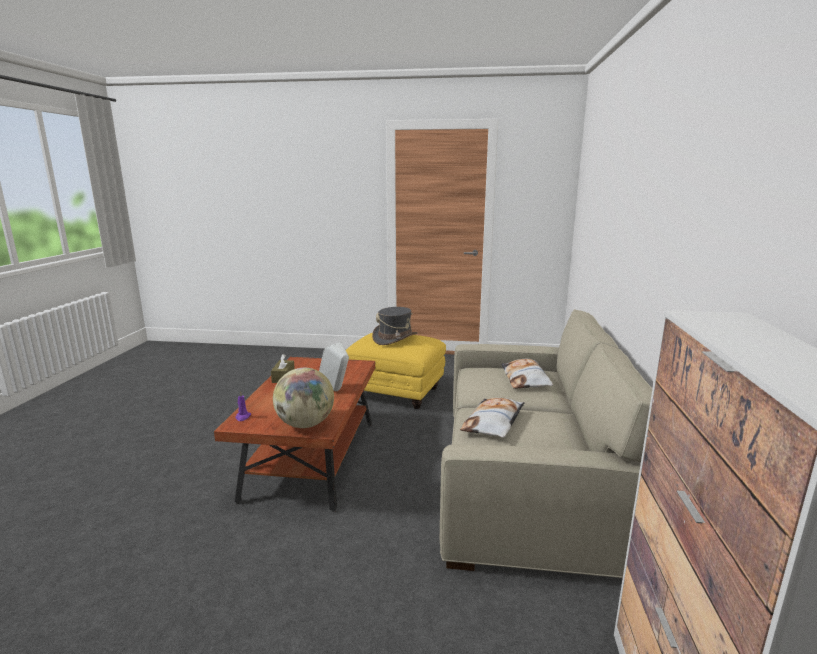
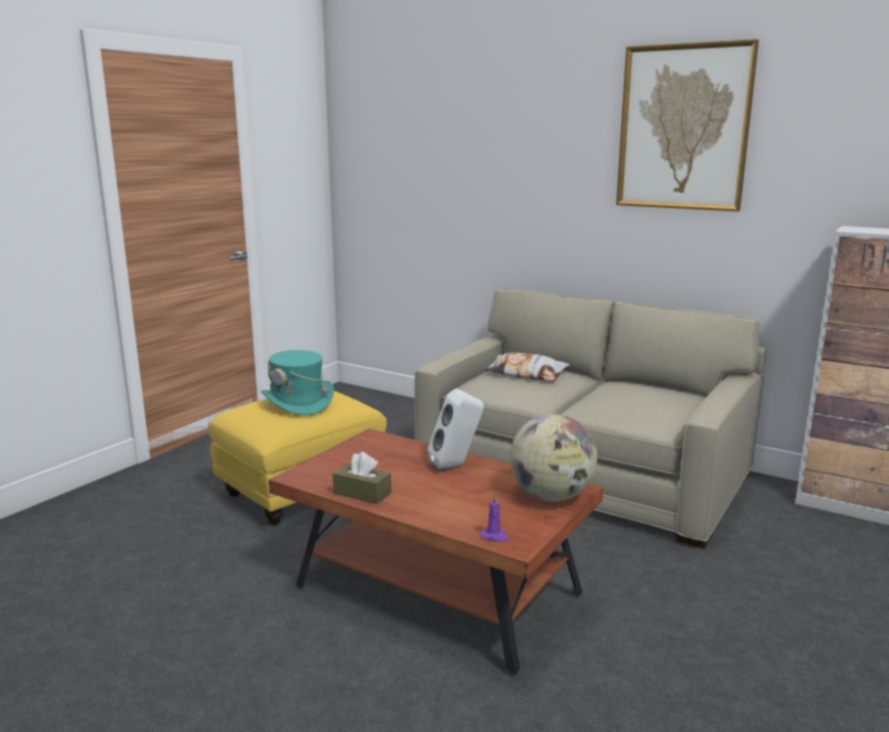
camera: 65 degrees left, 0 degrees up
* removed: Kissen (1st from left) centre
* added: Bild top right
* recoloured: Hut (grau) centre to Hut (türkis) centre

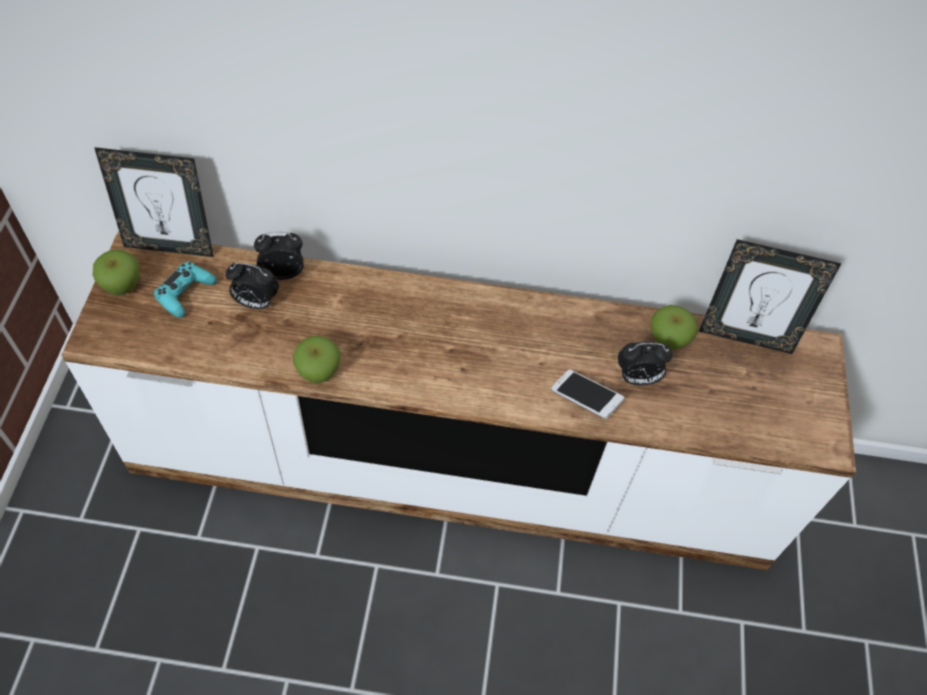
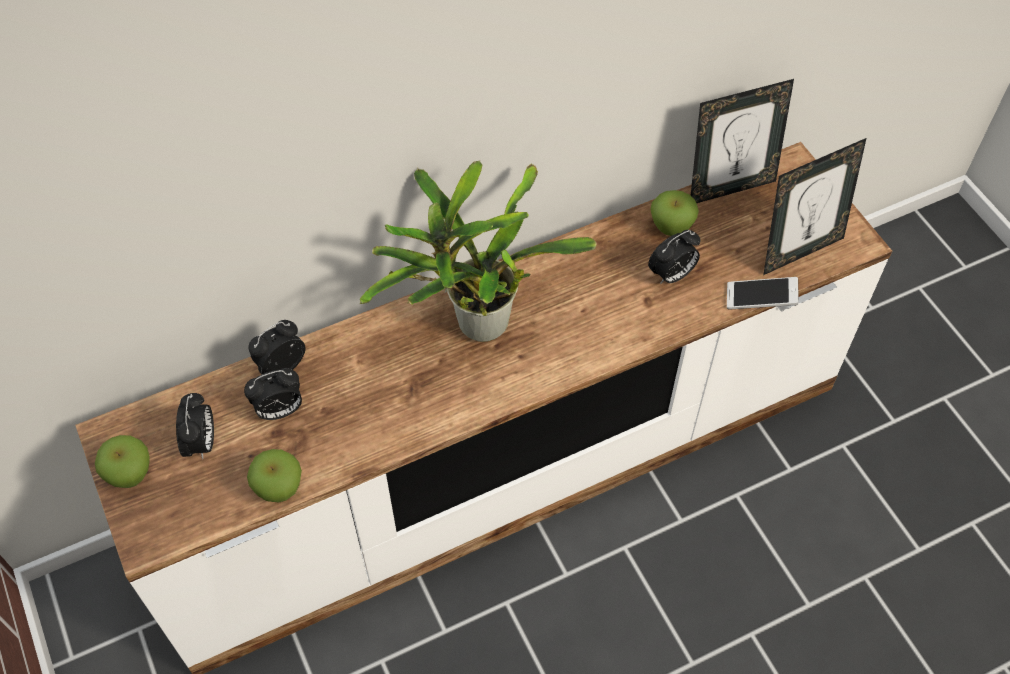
camera: 30 degrees left, 0 degrees up
* added: Topfpflanze centre
* moved: Bilderrahmen (1st from left in the first image) top left to Bilderrahmen (2nd from left) top right
* moved: Apfel (2nd from left) centre to bottom left
* moved: Handy centre to middle right
* replaced: Gamepad (türkis) middle left to Wecker (1st from left) middle left

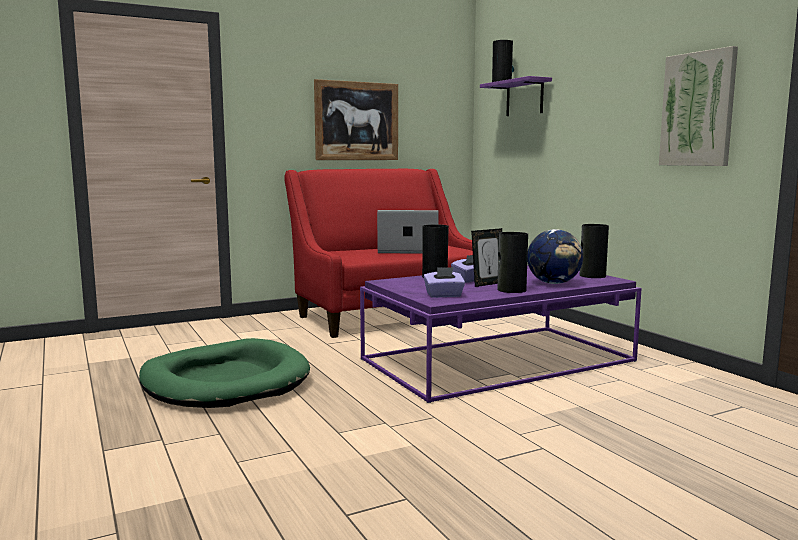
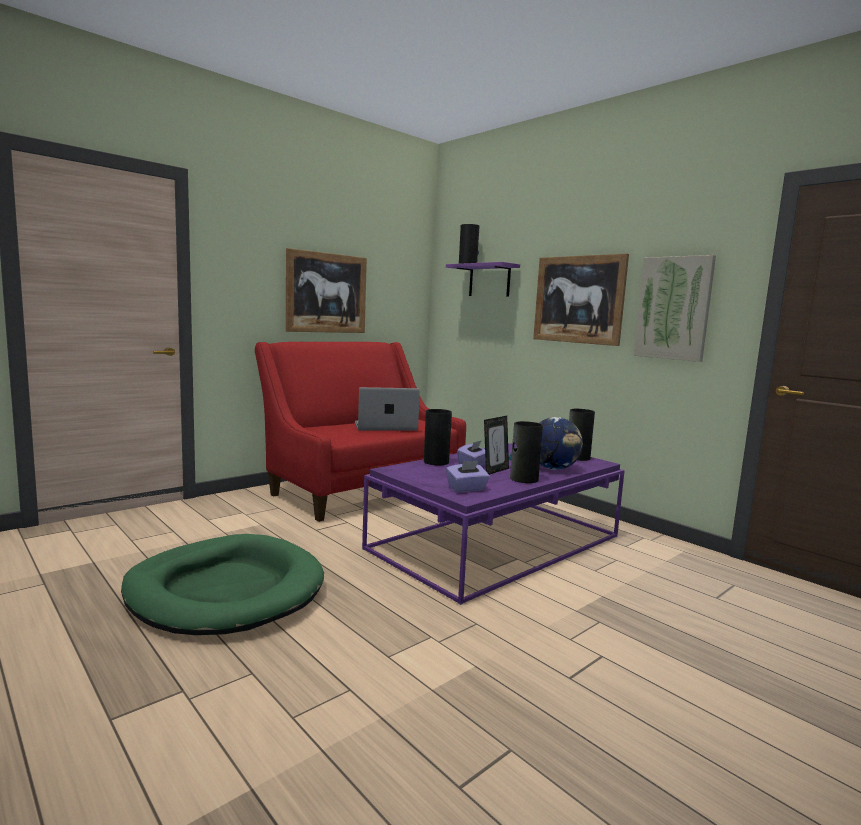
camera: 15 degrees left, 0 degrees up
* added: Bild (2nd from left) middle right

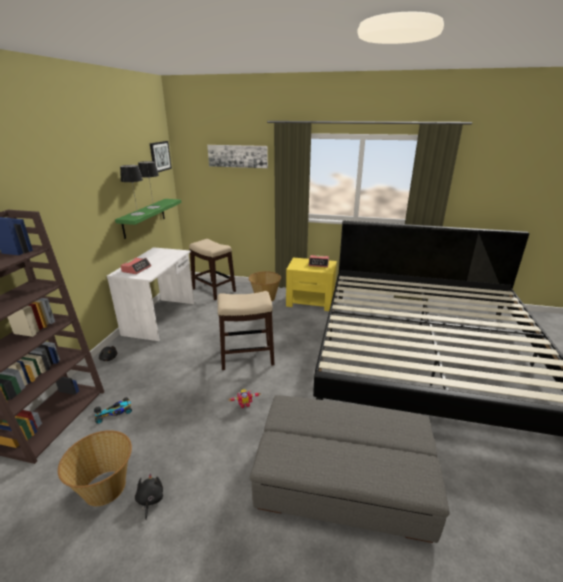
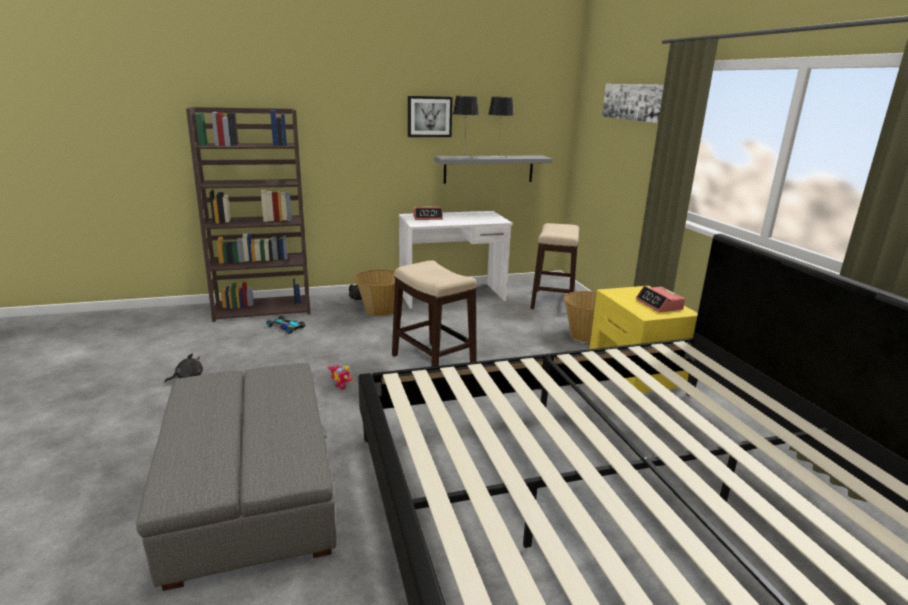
camera: 60 degrees right, 5 degrees down
* moved: Korb (1st from left) bottom left to centre
* moved: Bild (1st from left) top left to top centre
* recoloured: Wandregal (grün) middle left to Wandregal (grau) top centre

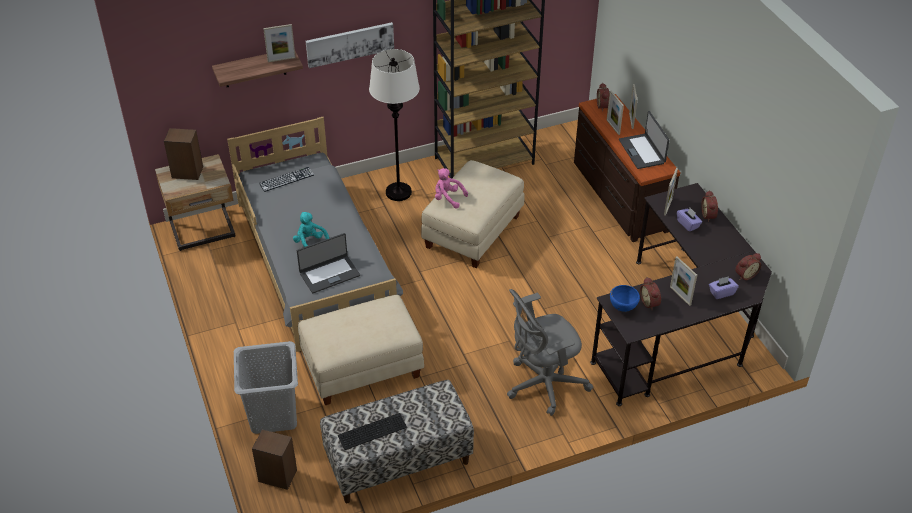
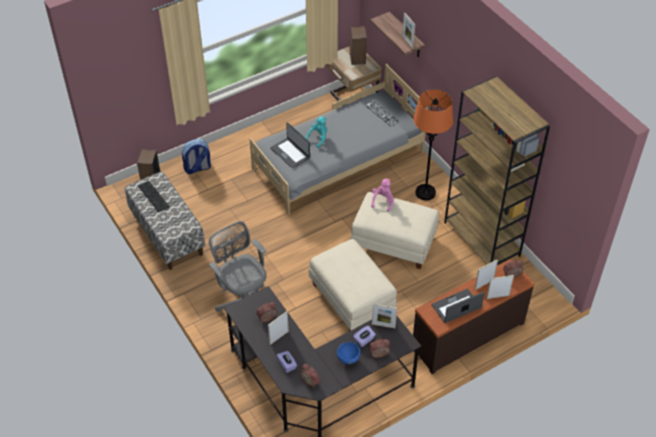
camera: 80 degrees right, 5 degrees up
* removed: Bild top centre
* moved: Polsterhocker (beige) (1st from left) bottom centre to centre
* moved: Schüssel (blau) middle right to bottom centre
* replaced: Wäschekorb (grau) bottom left to Rucksack middle left
* recoloured: Stehlampe (weiß) top centre to Stehlampe (orange) top centre

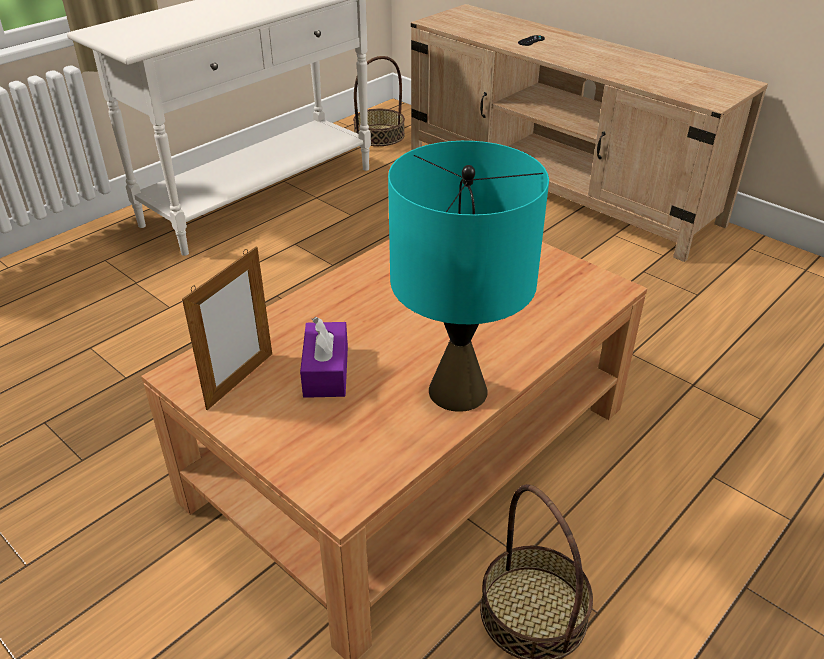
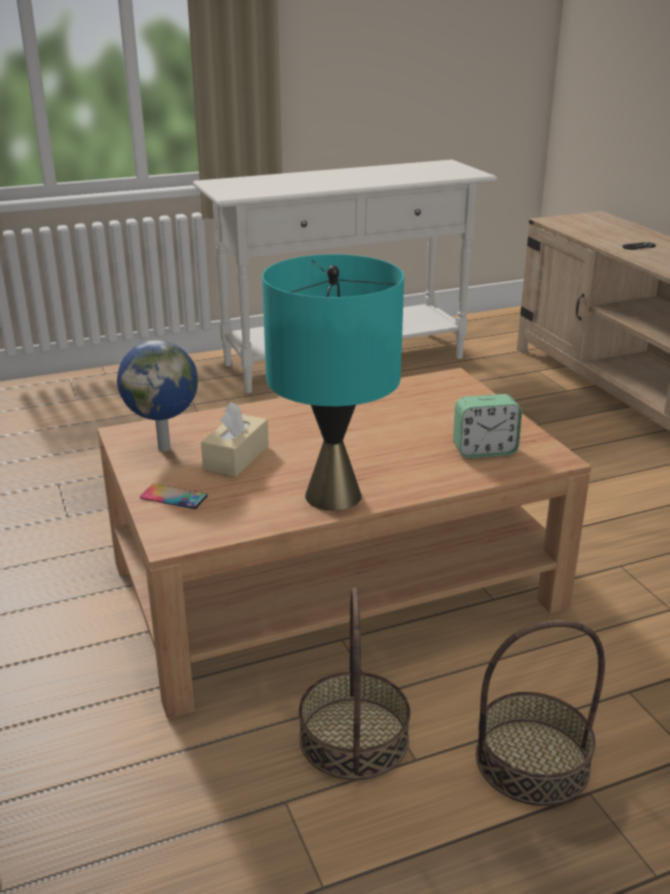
camera: 25 degrees right, 10 degrees down
* added: Handy middle left
* added: Wecker middle right
* moved: Korb (1st from left in the first image) top centre to Korb (2nd from left) bottom right
* replaced: Bilderrahmen middle left to Globus middle left
* recoloured: Taschentuchbox (lila) centre to Taschentuchbox (beige) centre

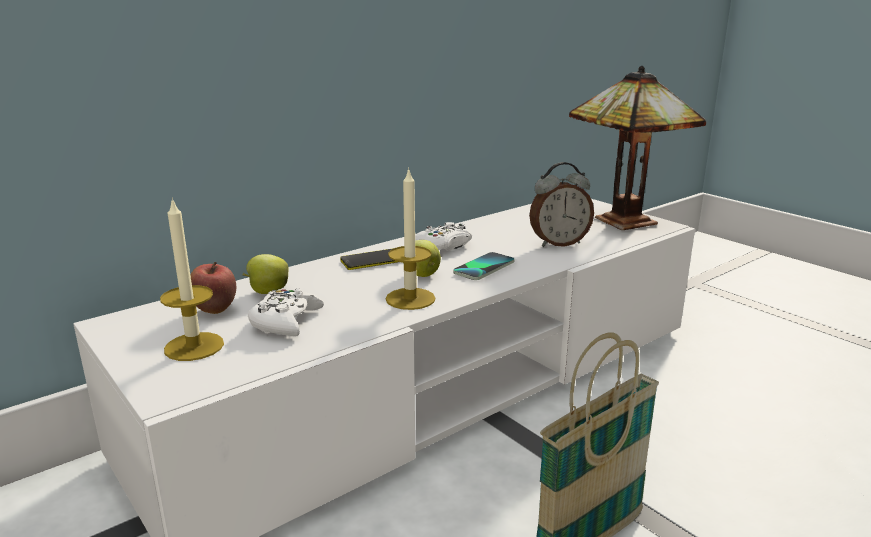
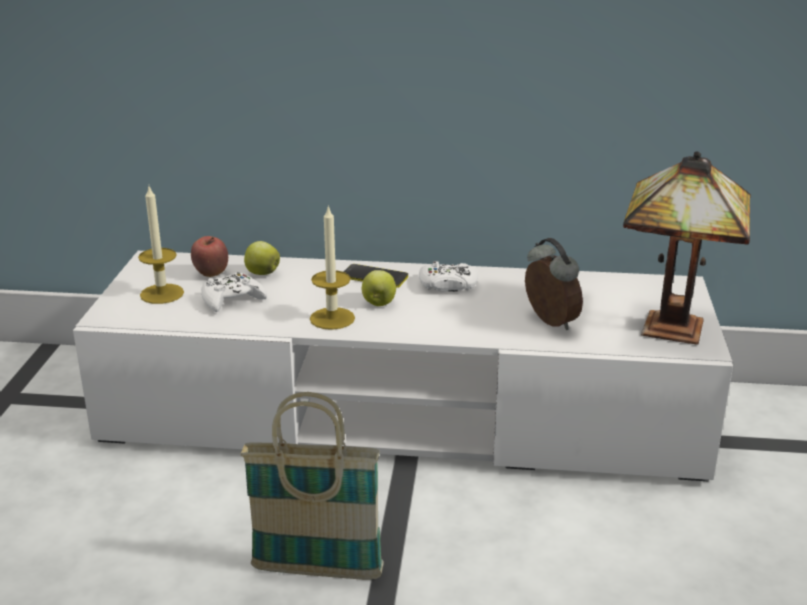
camera: 45 degrees right, 5 degrees up
* removed: Handy (2nd from left) centre
* turned: Wecker centre = middle right 150 degrees counterclockwise

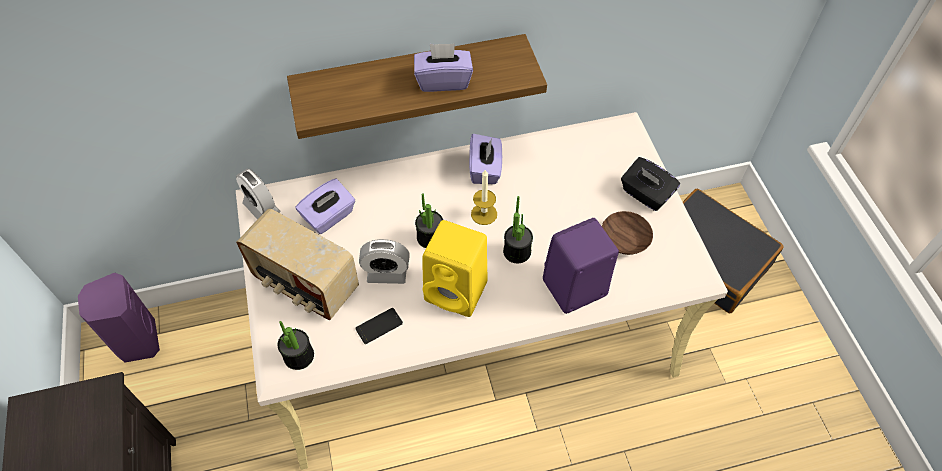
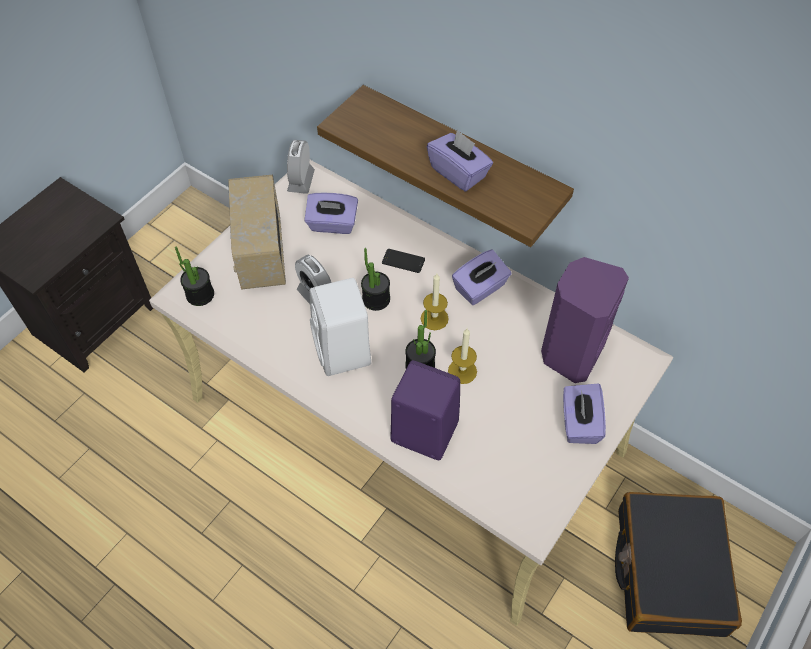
camera: 50 degrees right, 0 degrees up
* removed: Schüssel (braun) centre
* added: Kerze (2nd from left) centre
* moved: Lautsprecher (lila) (1st from left in the first image) bottom left to Lautsprecher (lila) (2nd from left) middle right
* moved: Handy bottom centre to centre
* recoloured: Lautsprecher (gelb) centre to Lautsprecher (weiß) centre
* recoloured: Taschentuchbox (schwarz) middle right to Taschentuchbox (lila) (4th from left) middle right

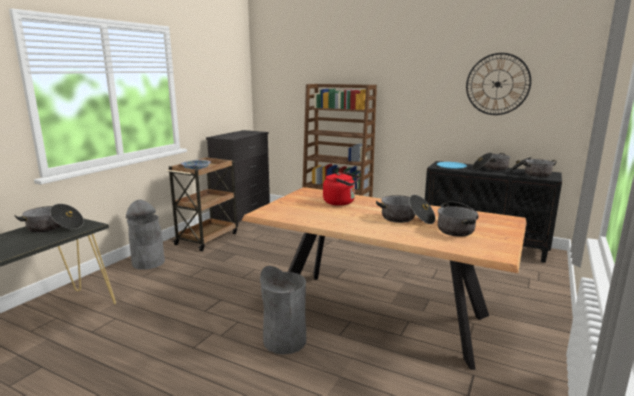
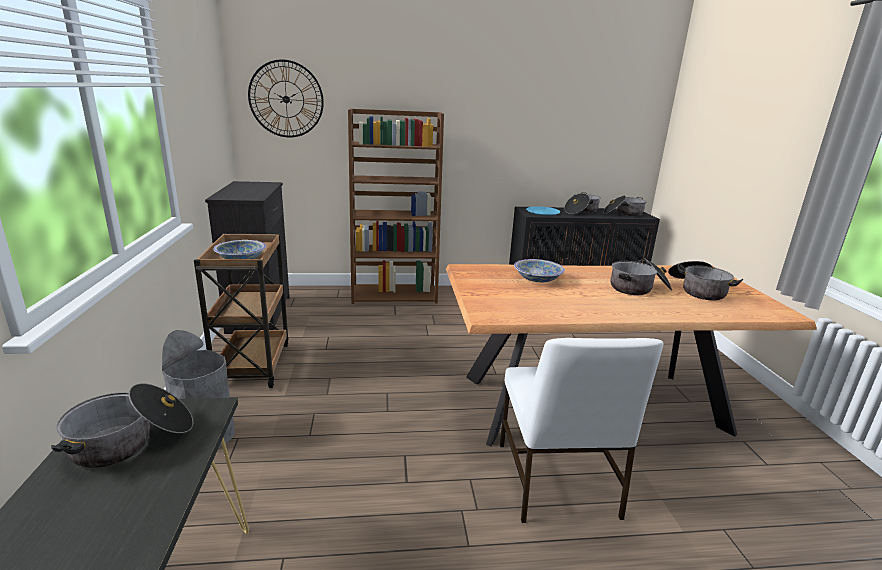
camera: 35 degrees left, 5 degrees up
* moved: Wanduhr top right to top left
* replaced: Mülleimer (grau) (2nd from left) bottom centre to Stuhl (weiß) bottom centre
* replaced: Wasserkessel (rot) centre to Schüssel (2nd from left) centre

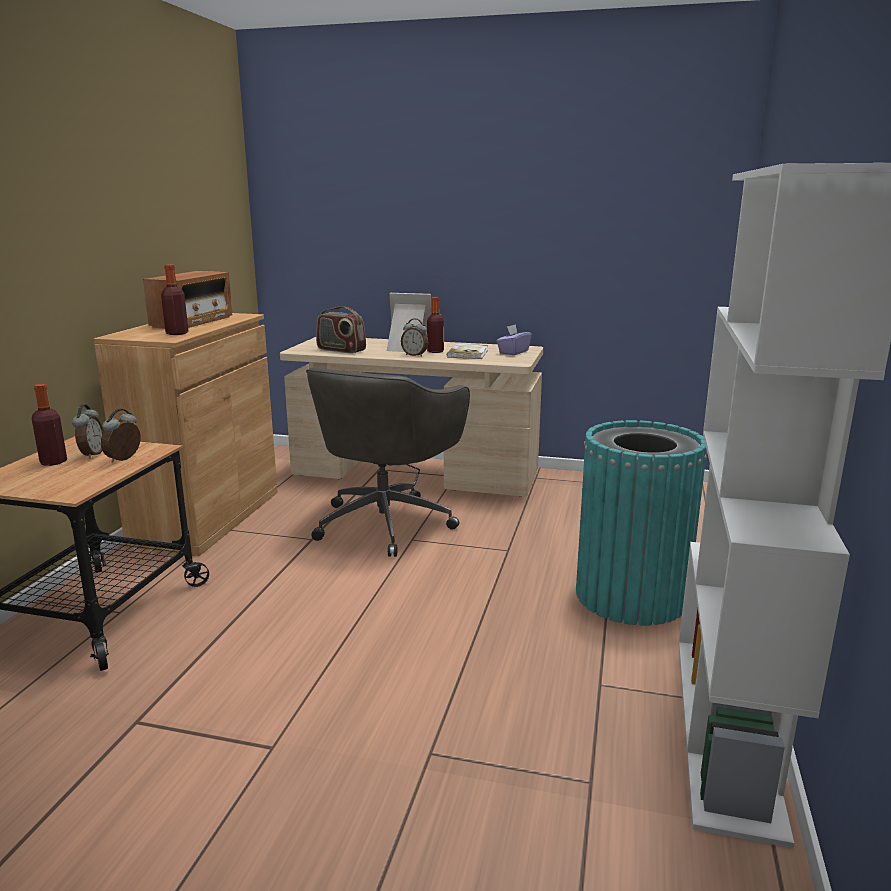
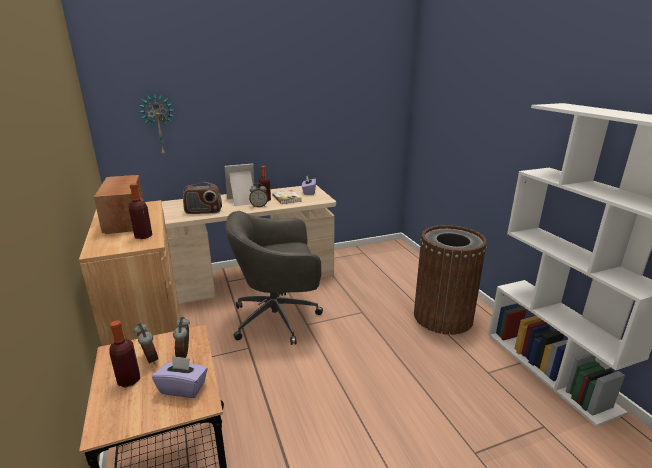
camera: 35 degrees left, 5 degrees up
* added: Wanduhr top left
* added: Taschentuchbox (lila) (1st from left) bottom left
* recoloured: Mülleimer (türkis) middle right to Mülleimer (braun) middle right
* turned: Bürostuhl (grau) centre = centre 90 degrees clockwise

